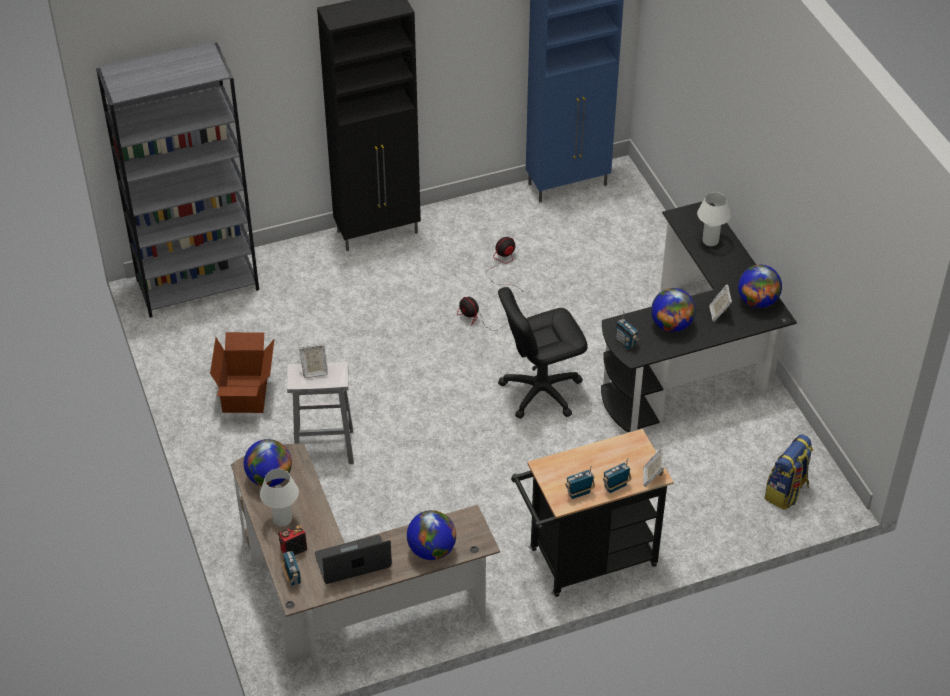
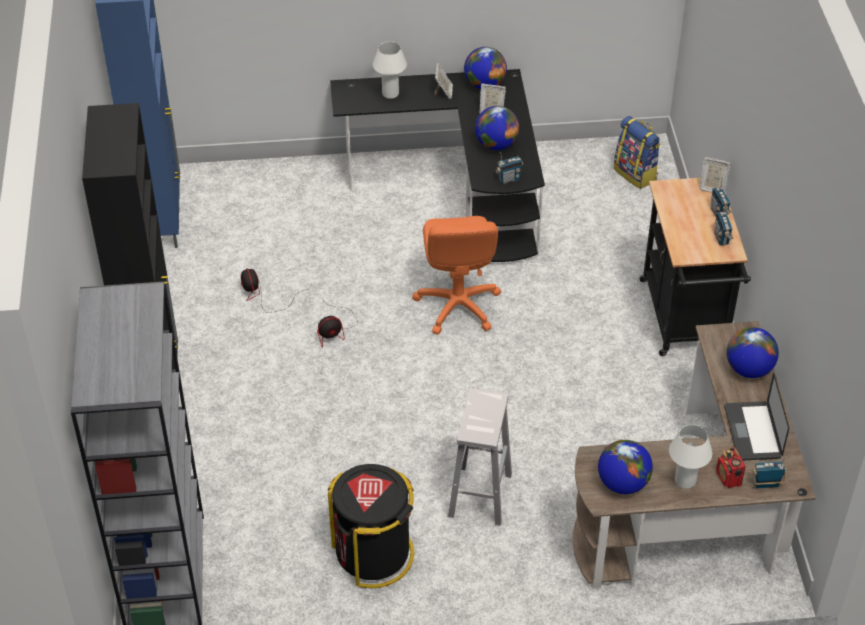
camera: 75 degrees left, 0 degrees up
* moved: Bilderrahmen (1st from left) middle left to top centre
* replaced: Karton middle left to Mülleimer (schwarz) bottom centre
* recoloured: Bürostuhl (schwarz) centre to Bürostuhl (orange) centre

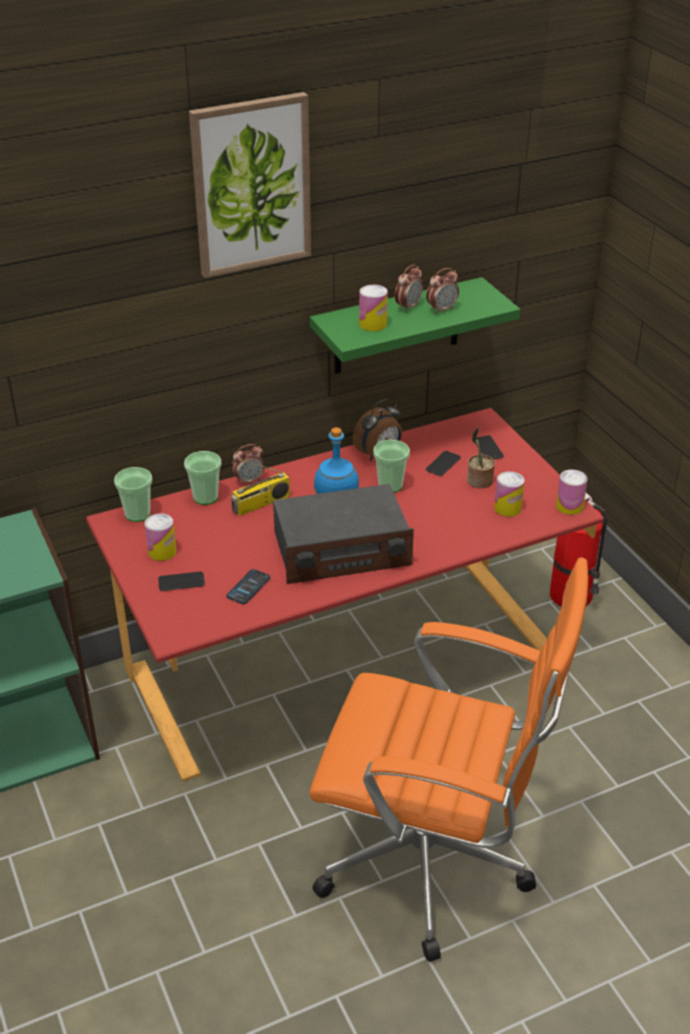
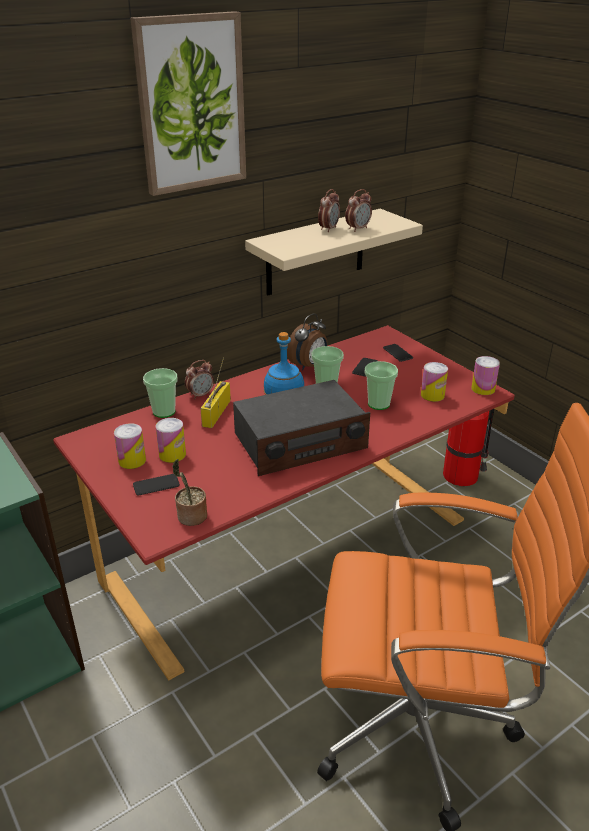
camera: 10 degrees left, 5 degrees down
* removed: Handy (2nd from left) centre
* moved: Tasse (1st from left in the first image) middle left to Tasse (3rd from left) centre
* moved: Dose (2nd from left) top centre to middle left
* moved: Topfpflanze middle right to middle left
* recoloured: Wandregal (grün) top centre to Wandregal (beige) top centre
* turned: Radio (1st from left) centre = centre 150 degrees clockwise

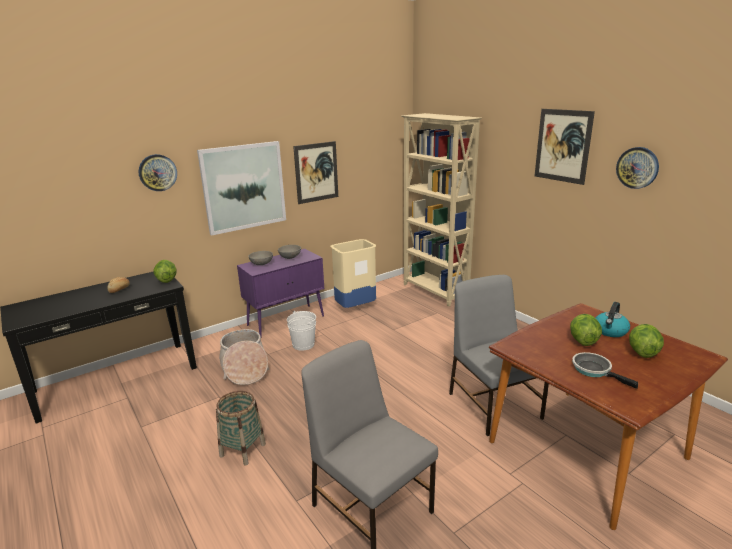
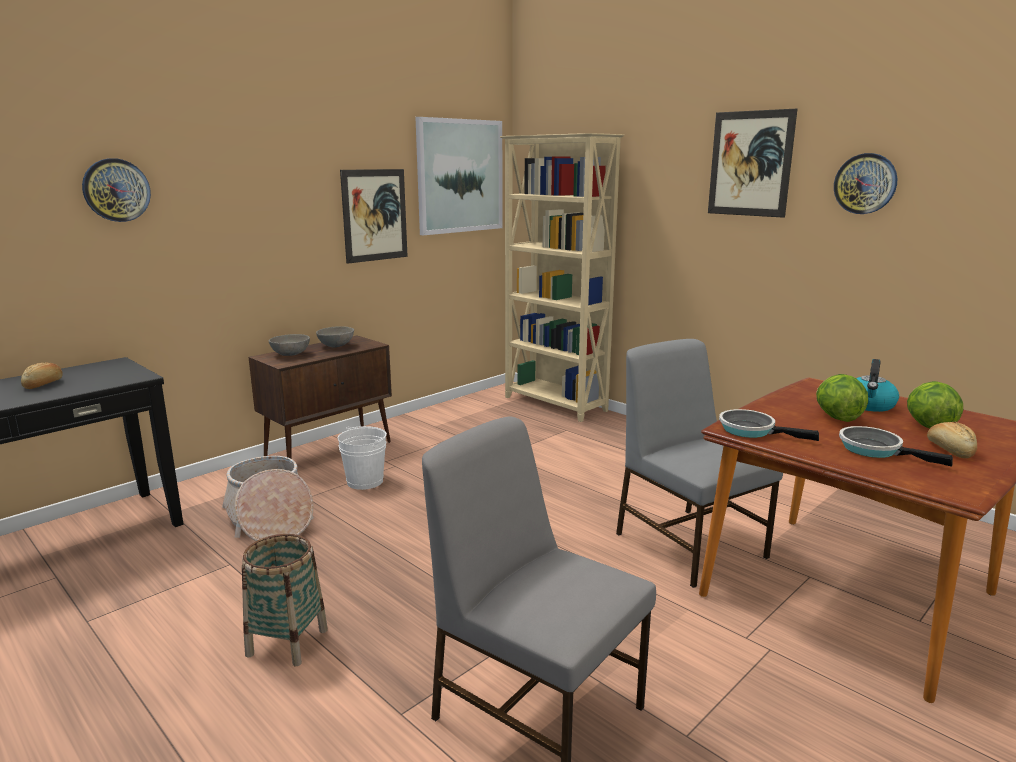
camera: 10 degrees left, 5 degrees down
* removed: Salatkopf (1st from left) middle left
* removed: Mülleimer (beige) centre
* added: Pfanne (1st from left) middle right
* added: Brot (2nd from left) middle right
* moved: Bild (1st from left in the first image) middle left to Bild (2nd from left) top centre
* recoloured: Schrank (lila) centre to Schrank (braun) middle left

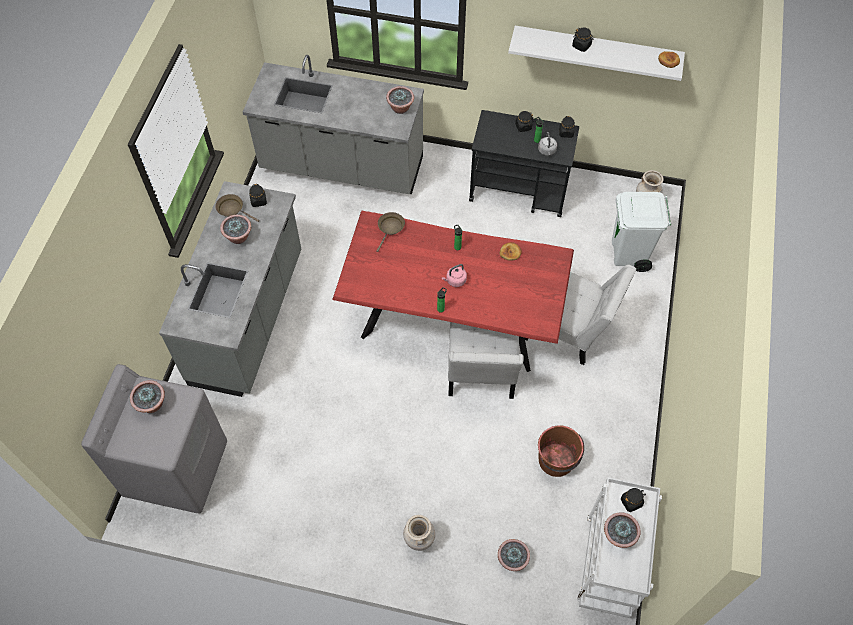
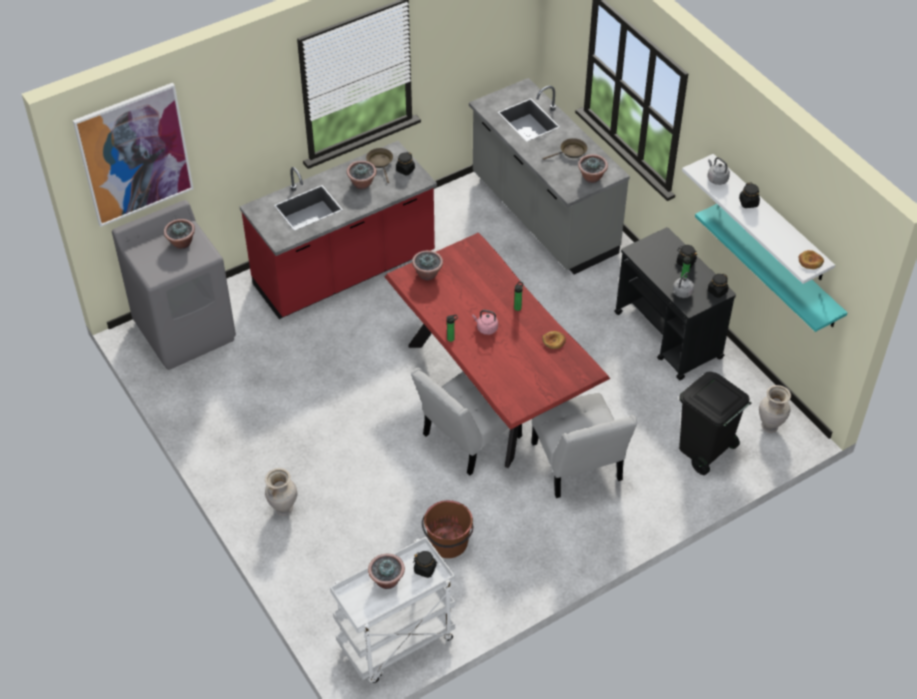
camera: 45 degrees right, 10 degrees down
* added: Bild top left
* added: Wandregal (türkis) middle right
* added: Wasserkessel (grau) (2nd from left) top right
* moved: Pfanne (braun) (2nd from left) centre to top centre
* moved: Topfpflanze (4th from left) bottom centre to centre
* recoloured: Küchenzeile (grau) (1st from left) middle left to Küchenzeile (rot) top centre
* recoloured: Mülleimer (weiß) middle right to Mülleimer (schwarz) middle right

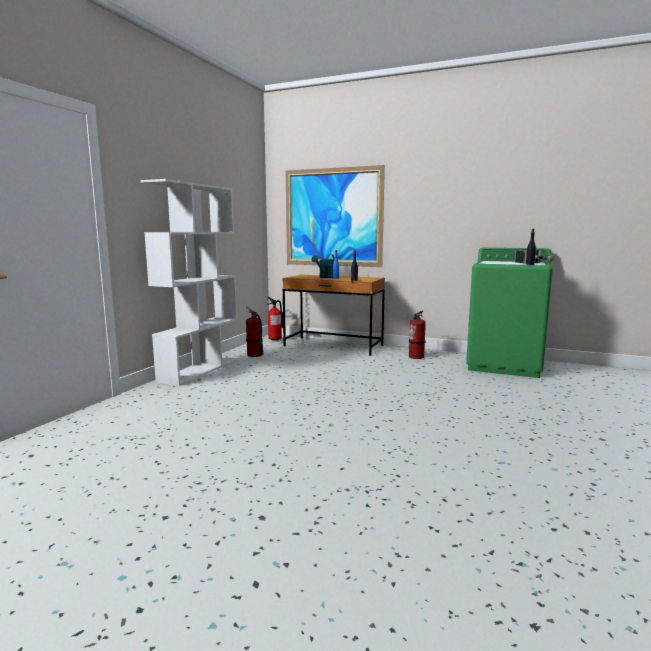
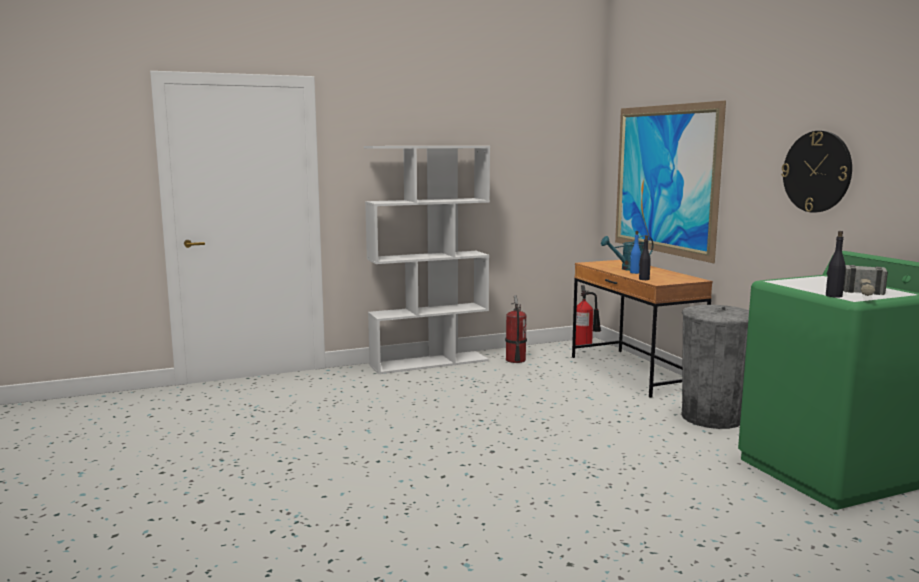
camera: 45 degrees right, 0 degrees up
* added: Wanduhr top right
* replaced: Feuerlöscher (3rd from left) centre to Mülleimer (grau) middle right

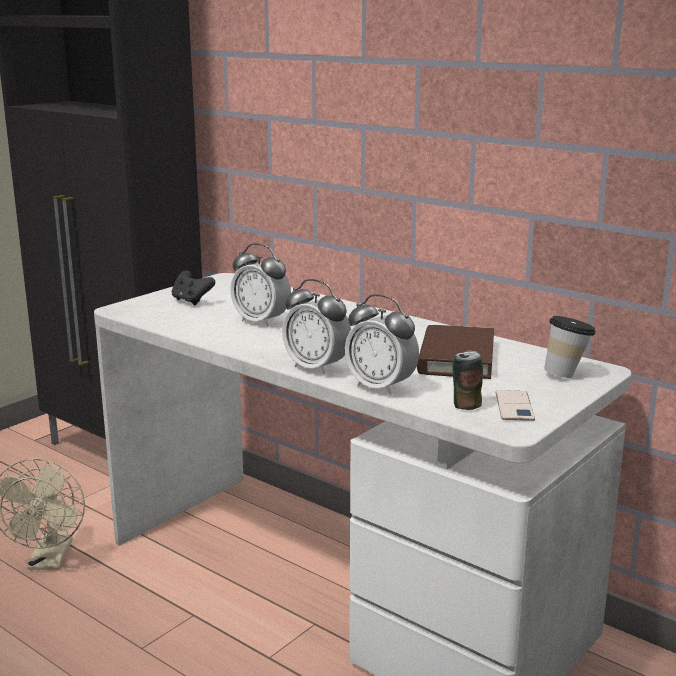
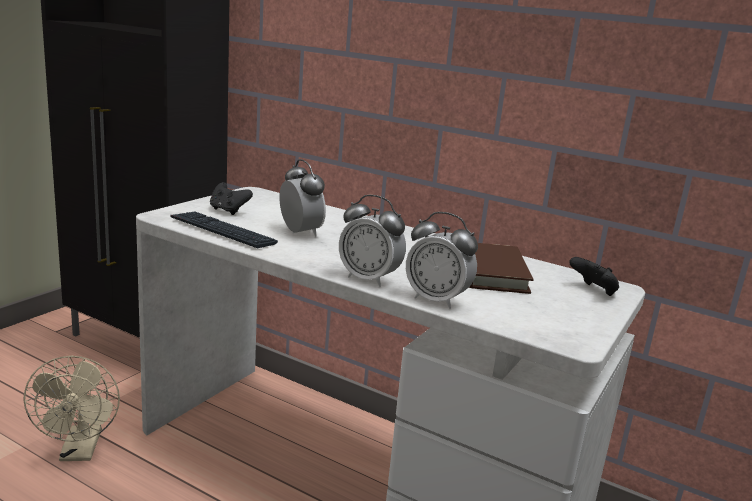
camera: 10 degrees left, 0 degrees up
* removed: Dose middle right
* removed: Handy middle right
* added: Tastatur middle left
* replaced: Tasse middle right to Gamepad (schwarz) (2nd from left) middle right
* turned: Wecker (1st from left) centre = centre 150 degrees counterclockwise

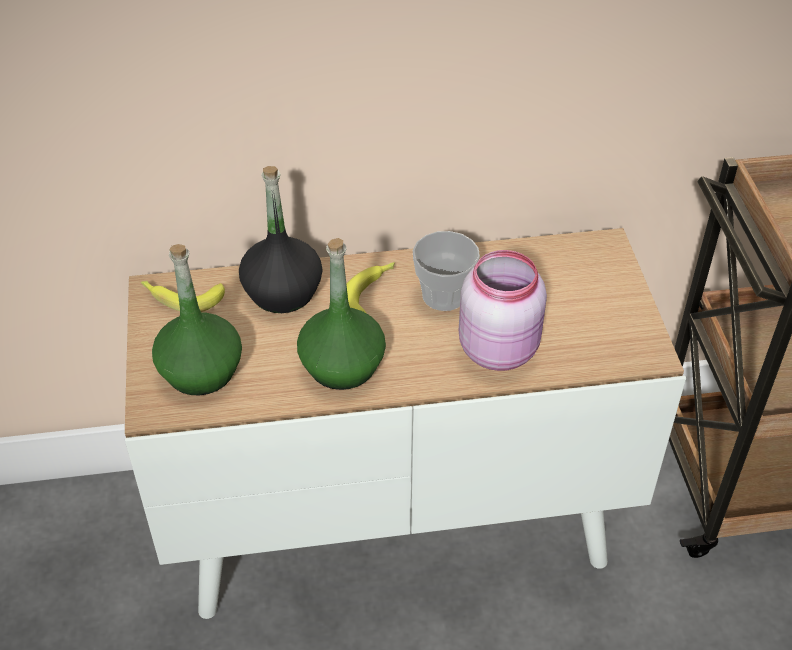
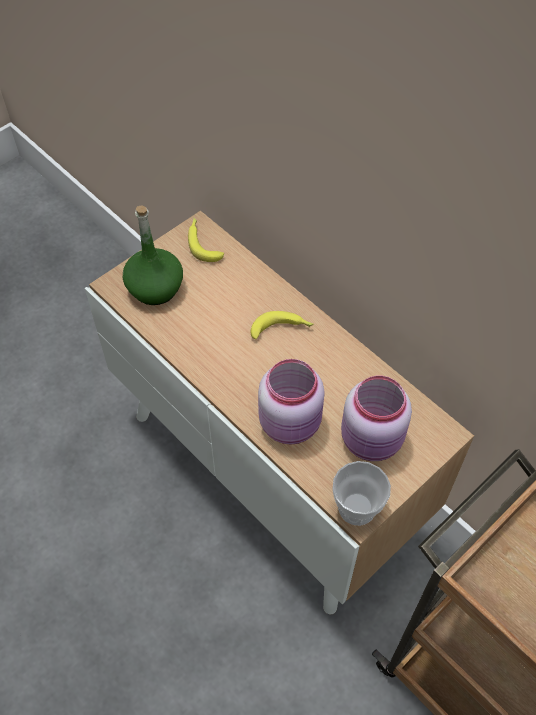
camera: 55 degrees right, 10 degrees up
* removed: Flasche (schwarz) centre
* removed: Flasche (grün) (2nd from left) centre
* added: Vorratsglas (rosa) (2nd from left) middle right
* moved: Tasse centre to bottom right

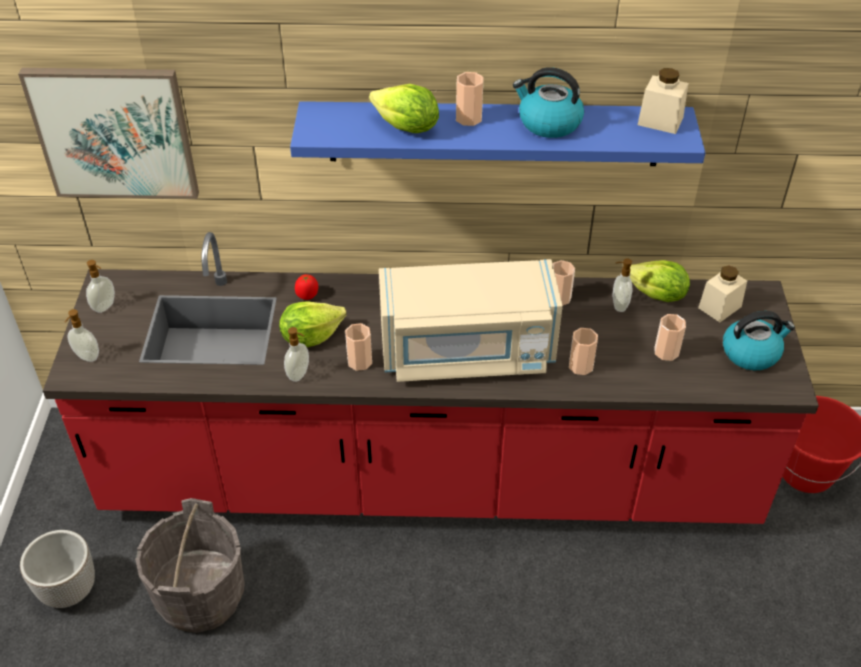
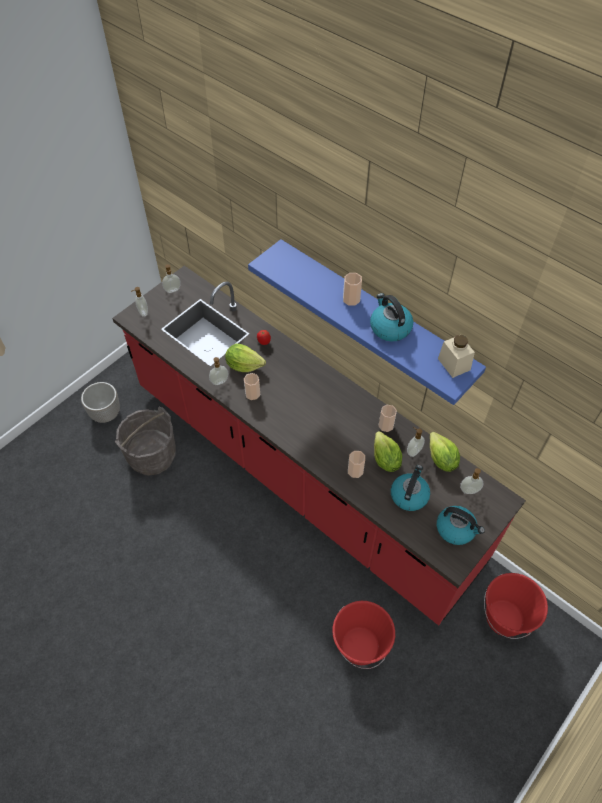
camera: 40 degrees right, 10 degrees up
* removed: Bild top left
* removed: Mikrowelle (beige) centre
* added: Eimer (rot) (1st from left) bottom centre
* moved: Salatkopf (2nd from left) top centre to centre
* replaced: Tasse (5th from left) middle right to Wasserkessel (2nd from left) middle right
* replaced: Vorratsglas (beige) (2nd from left) middle right to Seifenspender (5th from left) middle right

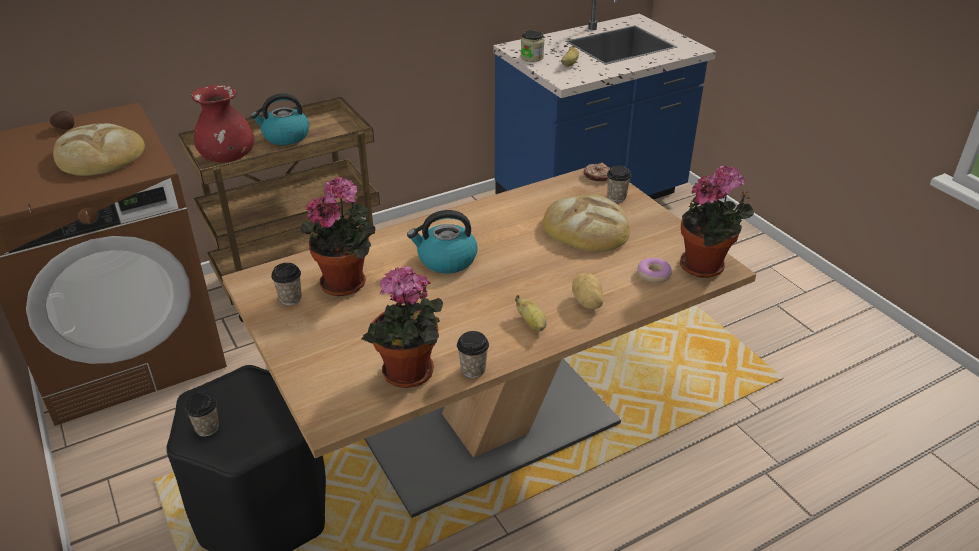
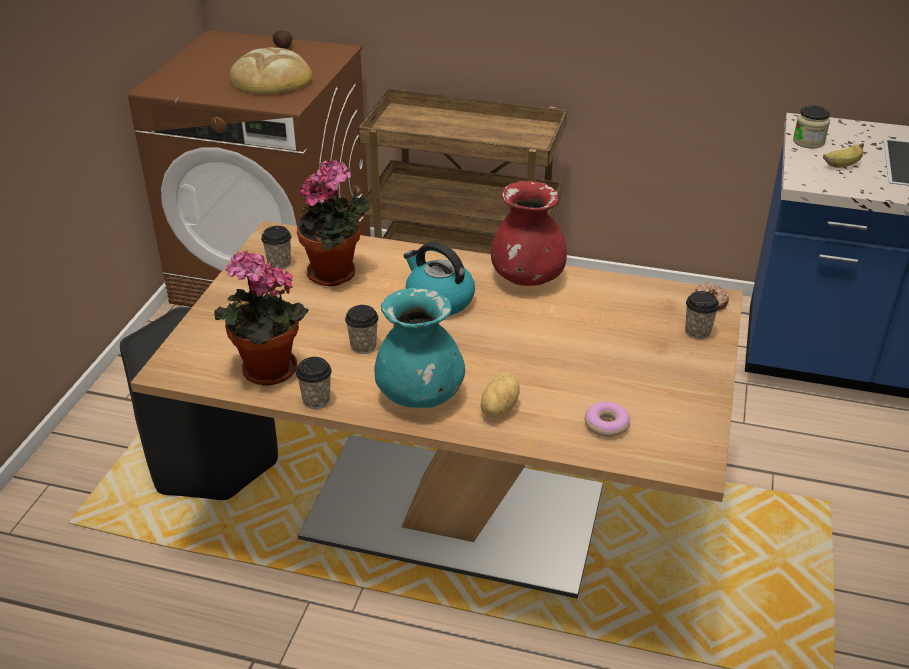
camera: 45 degrees right, 0 degrees up
* removed: Wasserkessel (1st from left) top left
* removed: Brot (2nd from left) centre
* removed: Topfpflanze (3rd from left) middle right
* moved: Tasse (1st from left in the first image) bottom left to Tasse (3rd from left) centre
* moved: Vase (rot) top left to centre
* replaced: Banane (1st from left) centre to Vase (türkis) centre

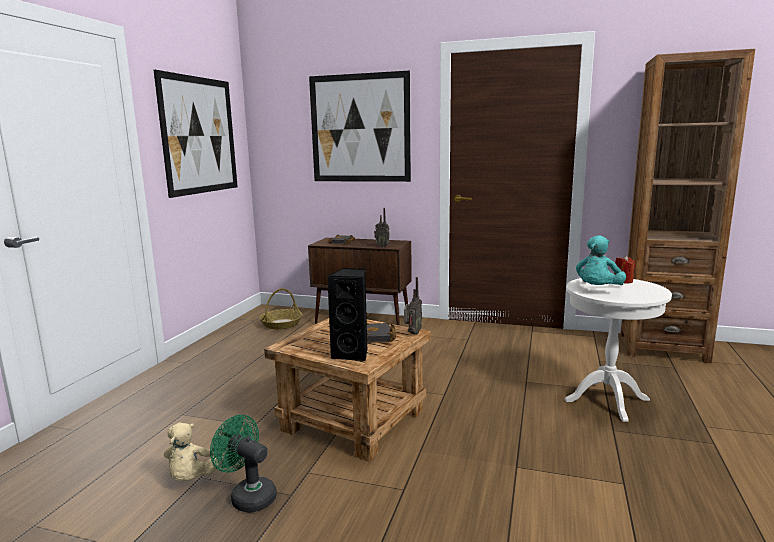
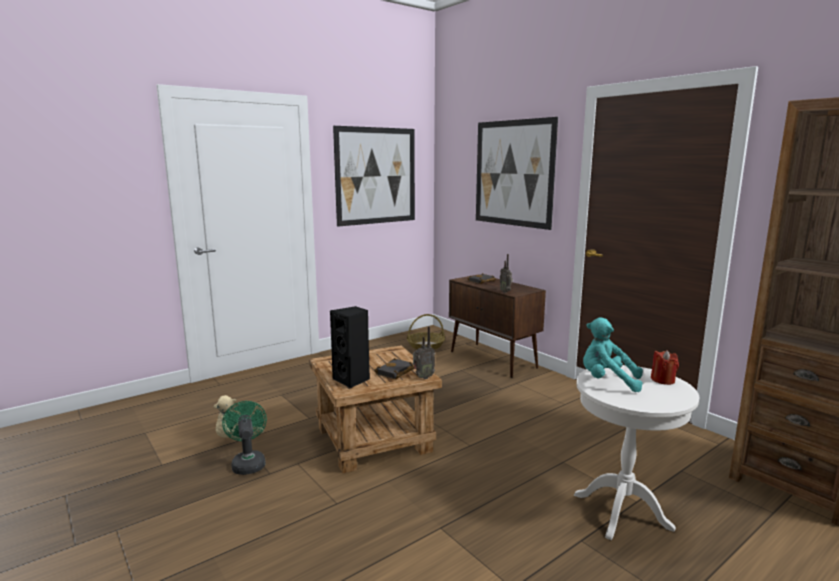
camera: 35 degrees right, 0 degrees up
* turned: Plüschtier (türkis) middle right = middle right 45 degrees clockwise

